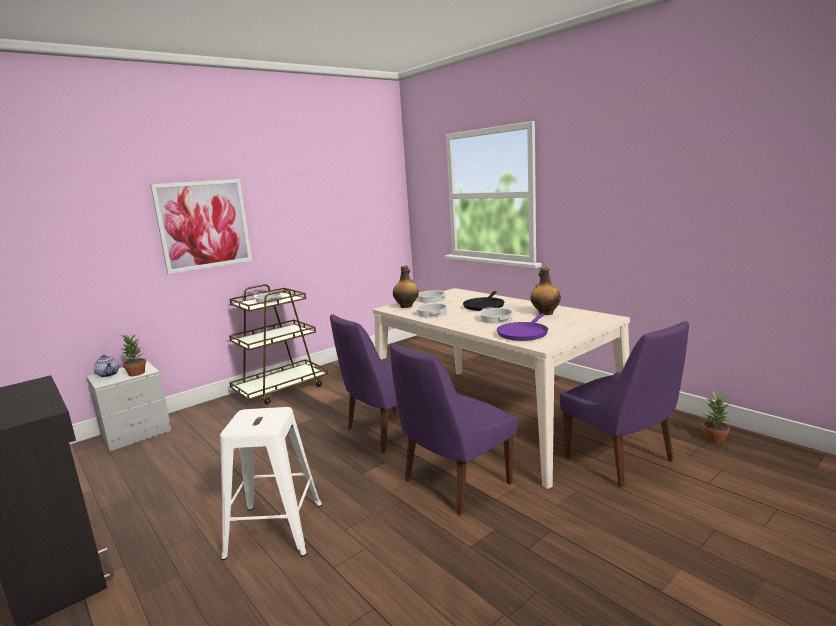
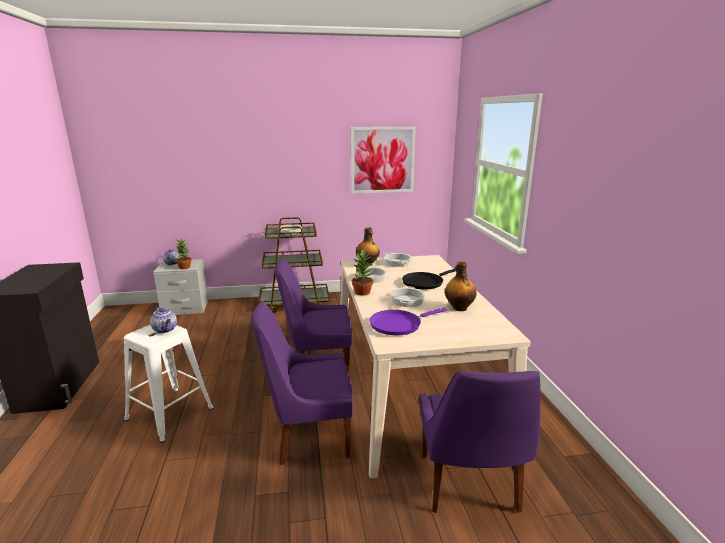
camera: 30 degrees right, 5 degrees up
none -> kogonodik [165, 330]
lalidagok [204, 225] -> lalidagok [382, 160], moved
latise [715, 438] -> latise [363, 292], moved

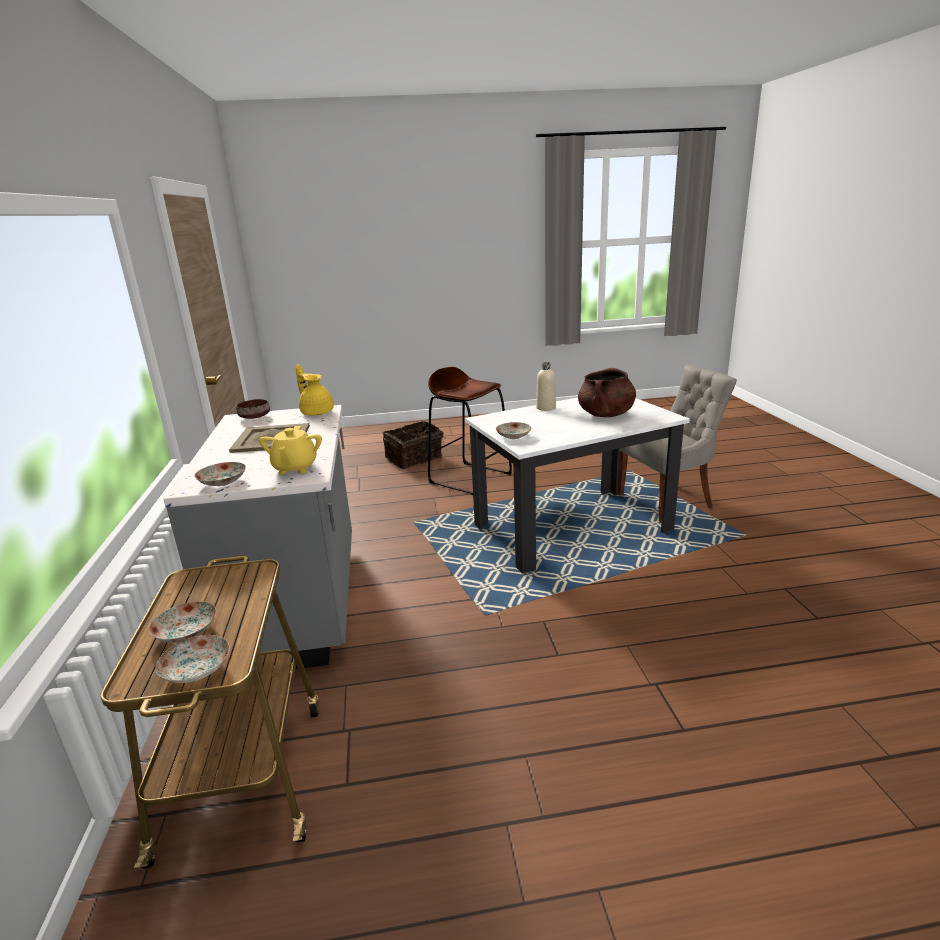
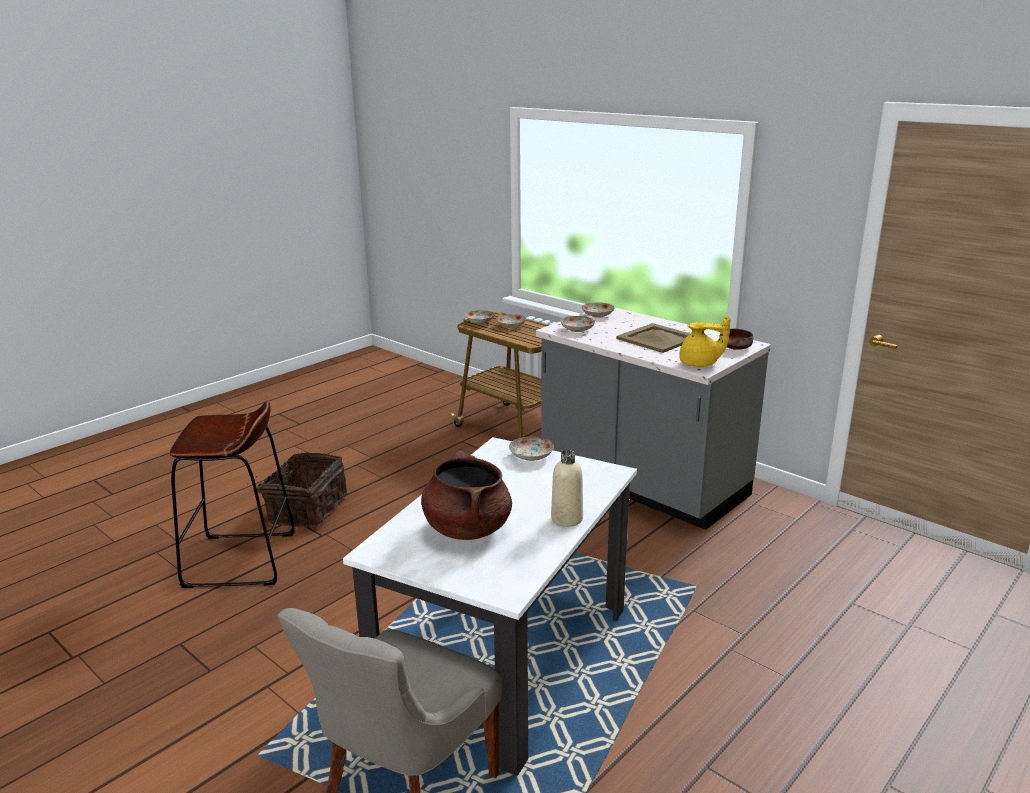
camera: 140 degrees right, 0 degrees up
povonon [415, 458] -> povonon [306, 509], moved
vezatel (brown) [470, 478] -> vezatel (brown) [241, 560], moved
kogonodik (yellow) [295, 468] -> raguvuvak [578, 329]

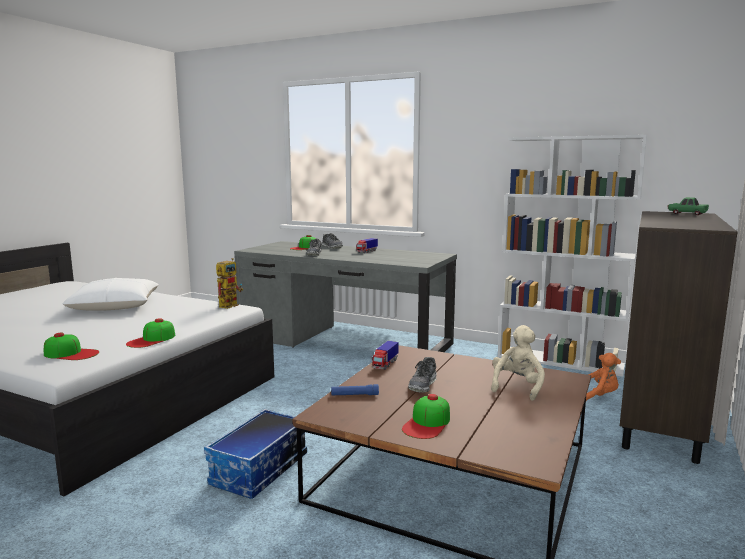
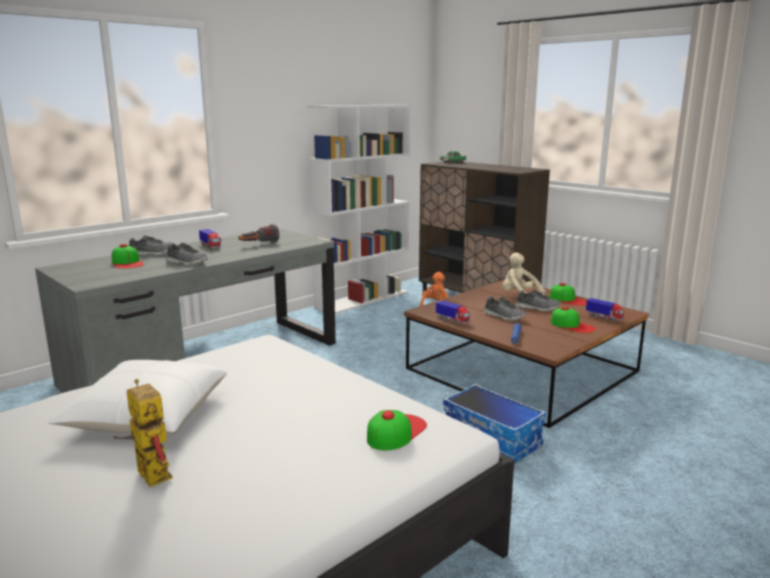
camera: 70 degrees left, 5 degrees up
none -> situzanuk [258, 244]
none -> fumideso [537, 308]
none -> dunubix [604, 318]
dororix [151, 339] -> dororix [568, 299], moved
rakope [230, 305] -> rakope [147, 472], moved

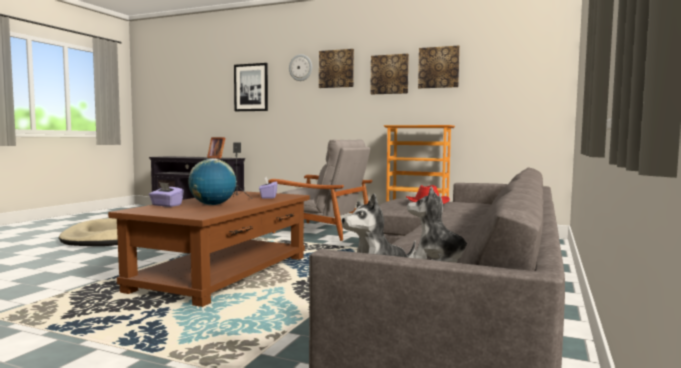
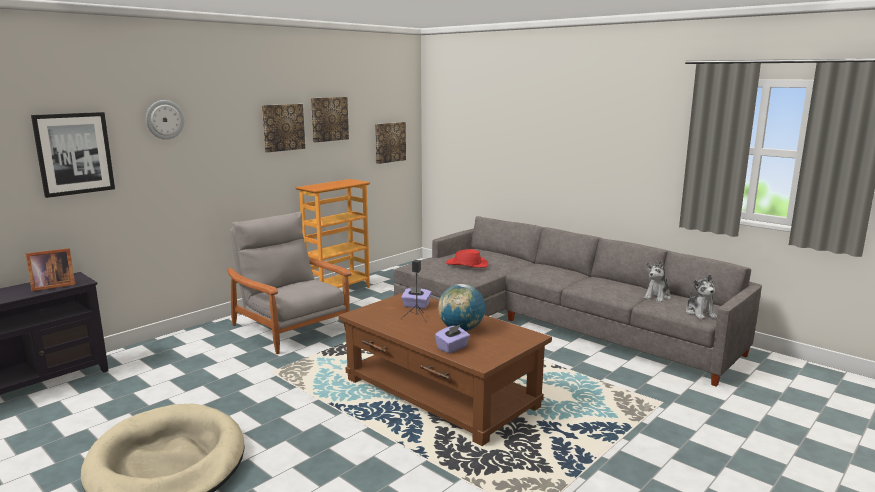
camera: 70 degrees left, 10 degrees up
lalidagok [336, 69] -> lalidagok [389, 142], moved
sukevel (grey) [321, 231] -> sukevel (grey) [291, 328], 90 degrees counterclockwise

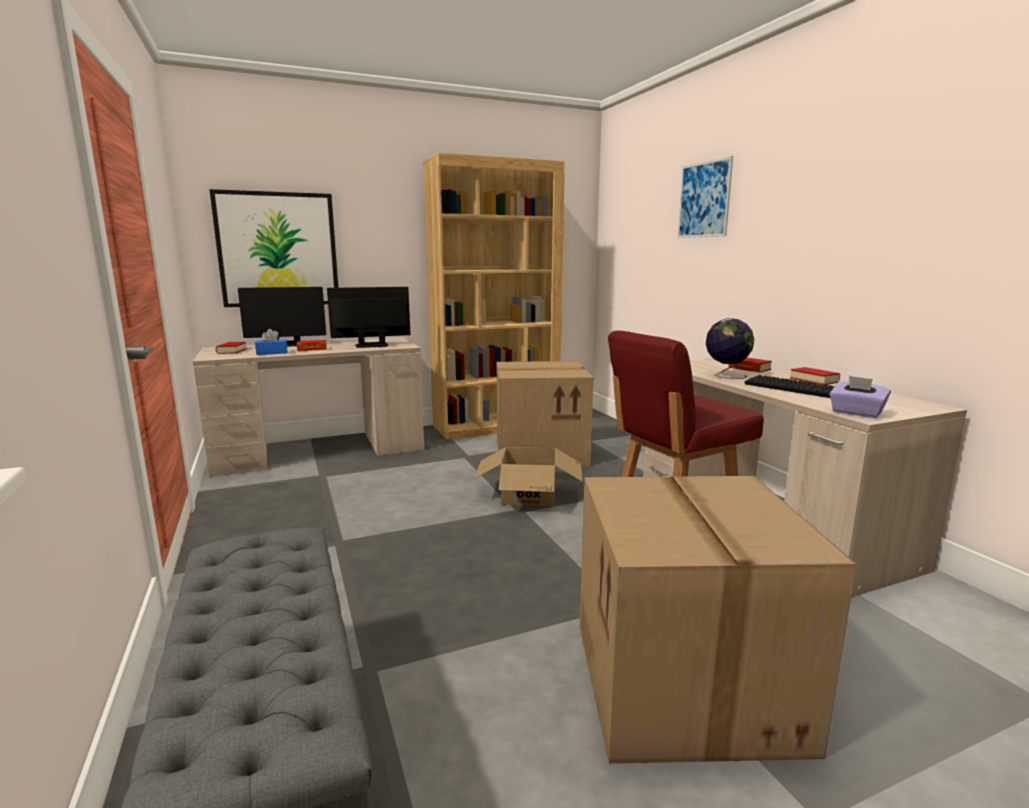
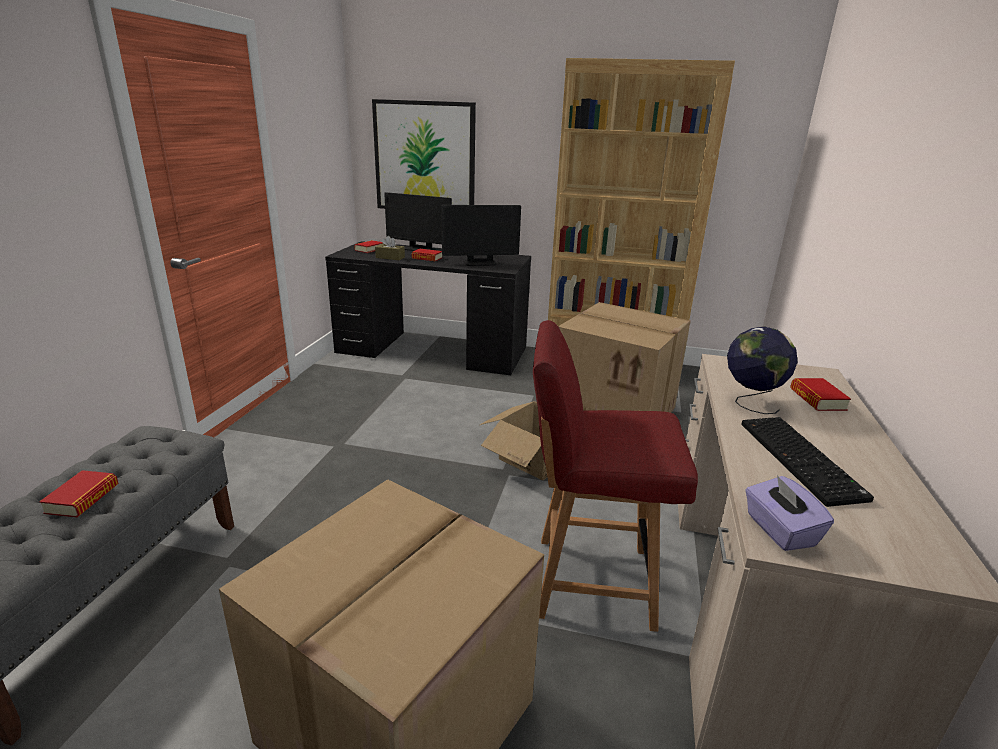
camera: 35 degrees right, 10 degrees up
lalidagok [704, 199] -> none
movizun [814, 380] -> movizun [82, 499], moved
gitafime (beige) [321, 450] -> gitafime (black) [432, 350]
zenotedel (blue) [272, 353] -> zenotedel (brown) [390, 257]
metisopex [372, 345] -> metisopex [480, 263], 150 degrees clockwise

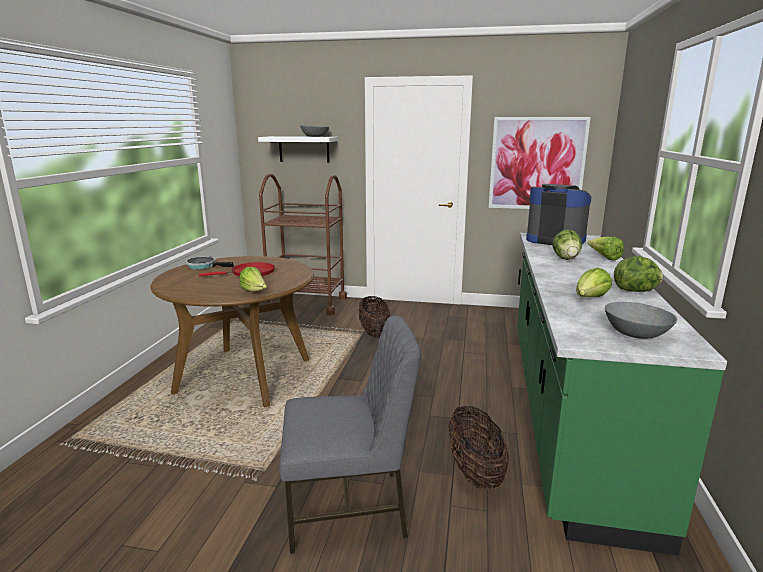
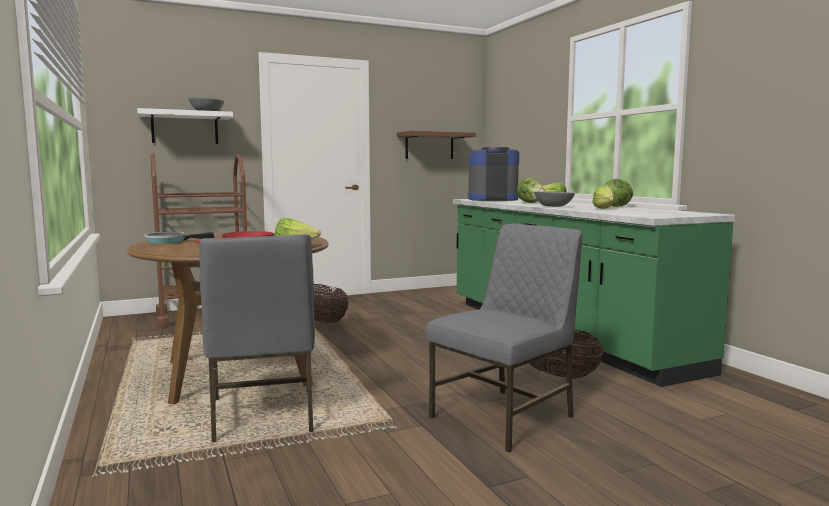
camera: 35 degrees left, 10 degrees down
none -> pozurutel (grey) [262, 416]
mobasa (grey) [635, 334] -> mobasa (grey) [553, 206], moved
lalidagok [537, 164] -> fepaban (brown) [429, 146]

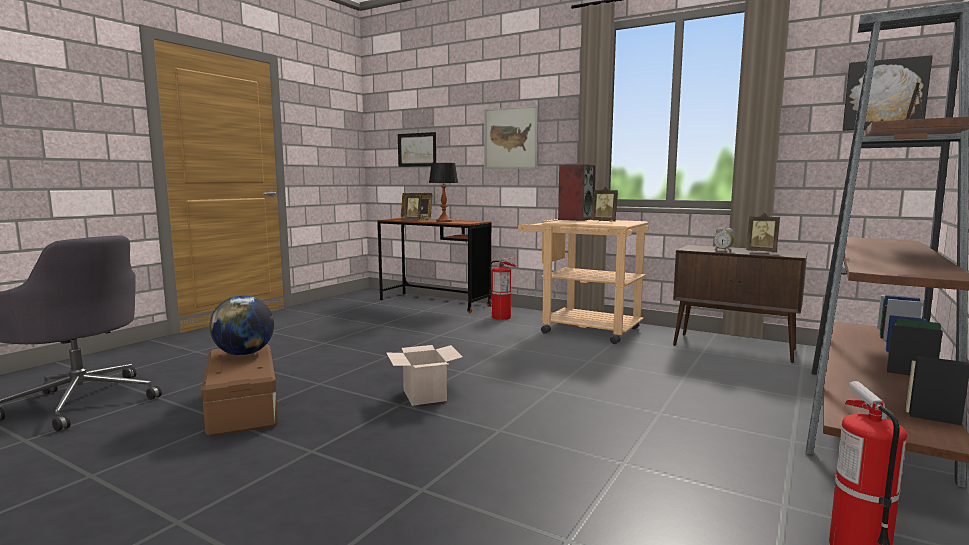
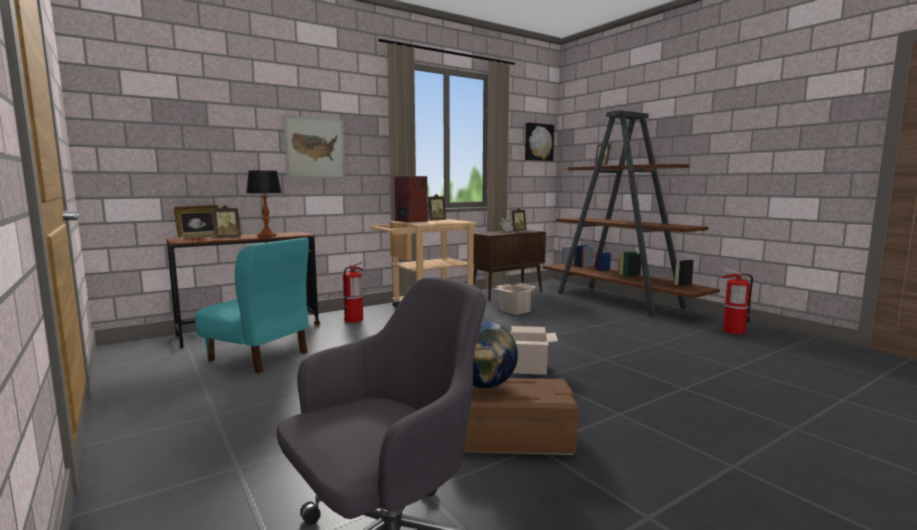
camera: 65 degrees left, 0 degrees up
lalidagok [417, 149] -> none
none -> pozurutel (turquoise) [259, 356]
none -> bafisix [513, 310]

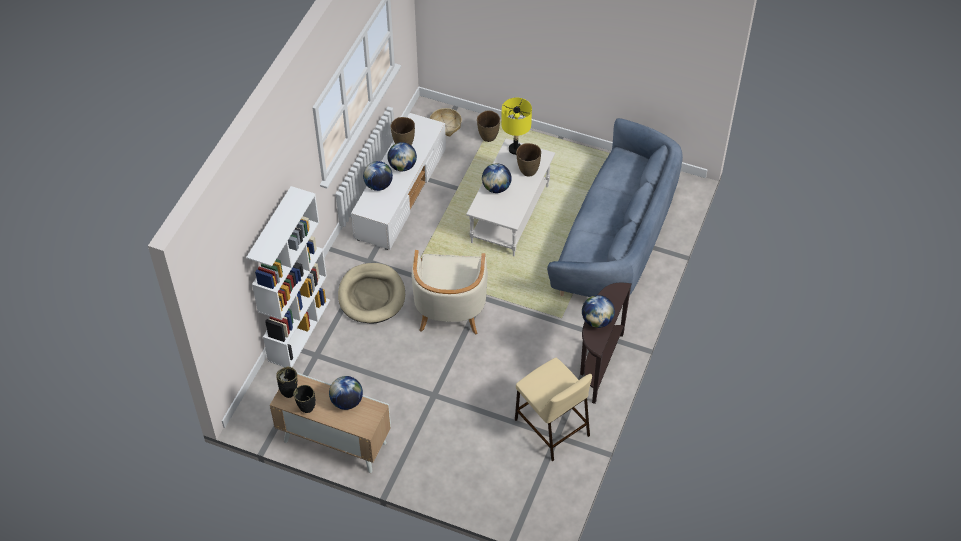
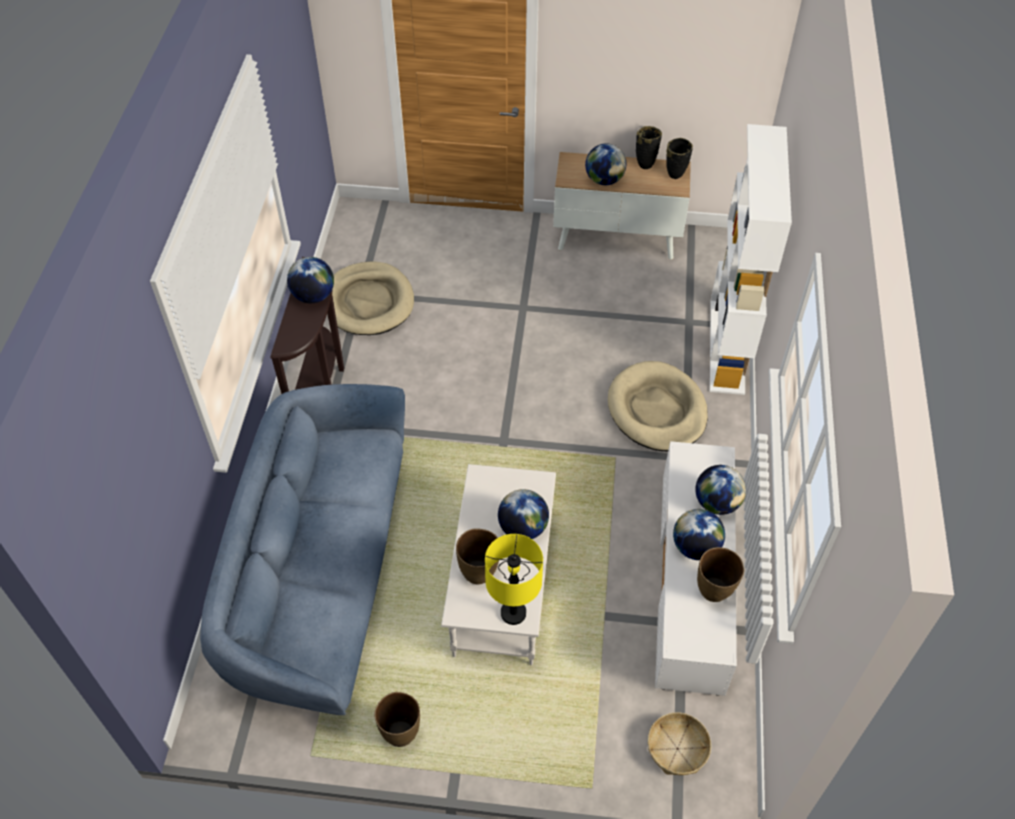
camera: 165 degrees right, 0 degrees up
sukevel (beige) [450, 308] -> none
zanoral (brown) [488, 137] -> zanoral (brown) [400, 733], moved
vezatel (beige) [551, 427] -> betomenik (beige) [369, 302]

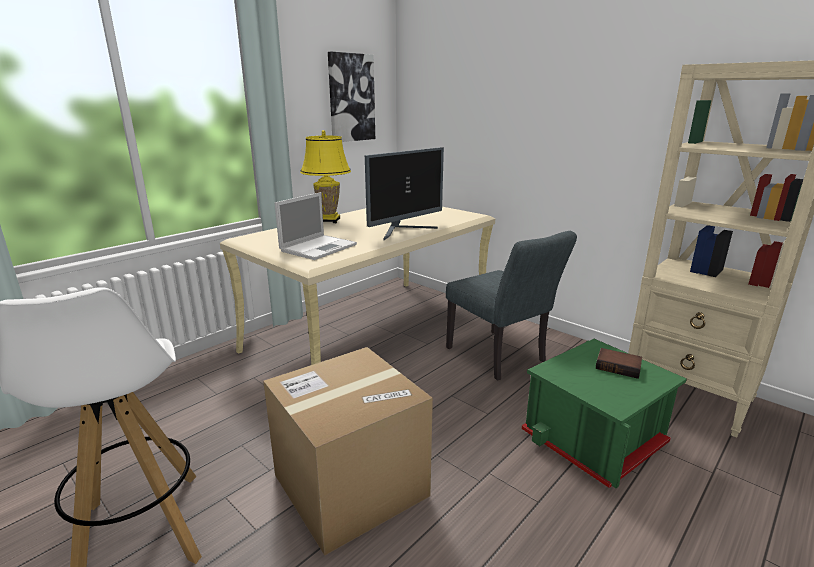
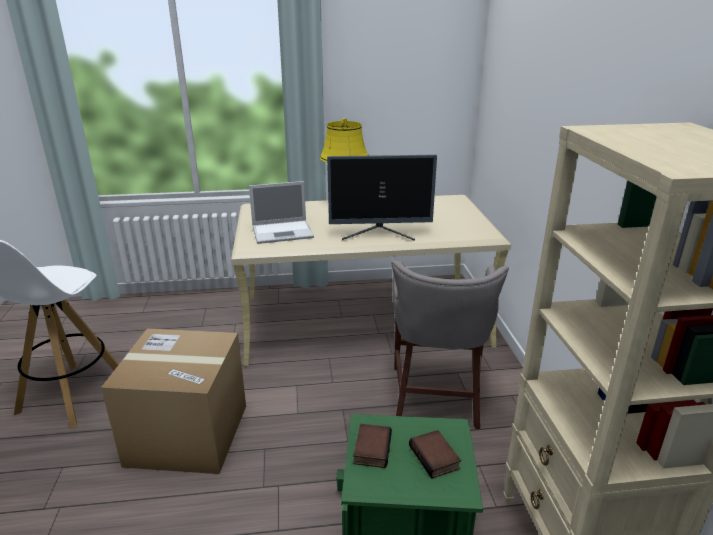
camera: 40 degrees right, 5 degrees up
lalidagok [351, 98] -> none
none -> movizun [371, 448]
pozurutel (grey) [500, 357] -> vezatel (grey) [436, 398]

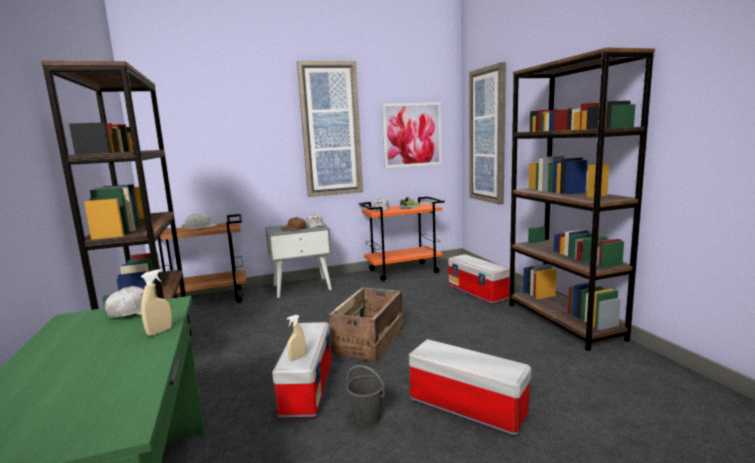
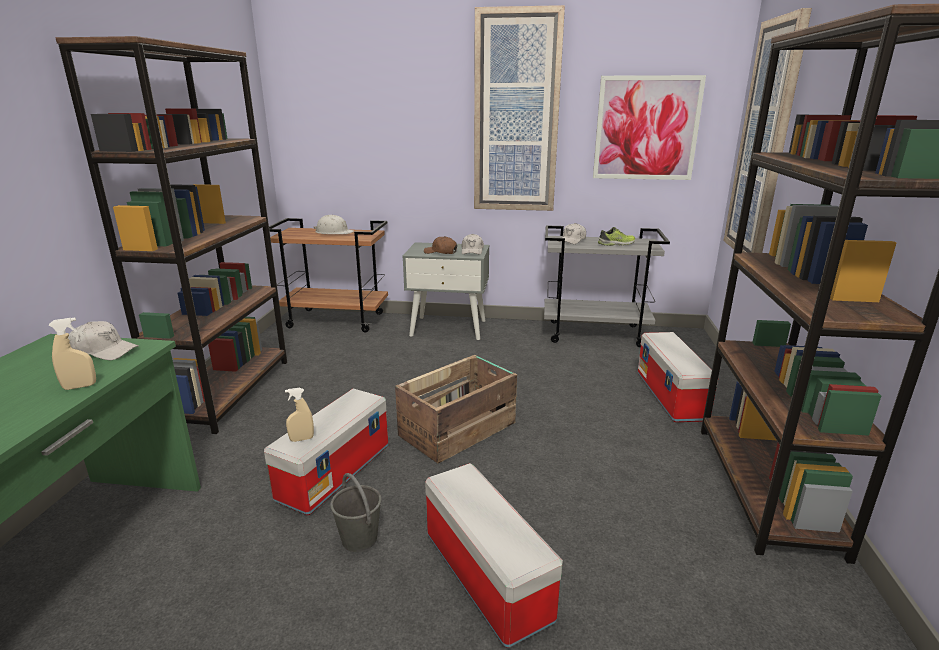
camera: 25 degrees right, 10 degrees up
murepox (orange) [404, 271] -> murepox (grey) [595, 334]

